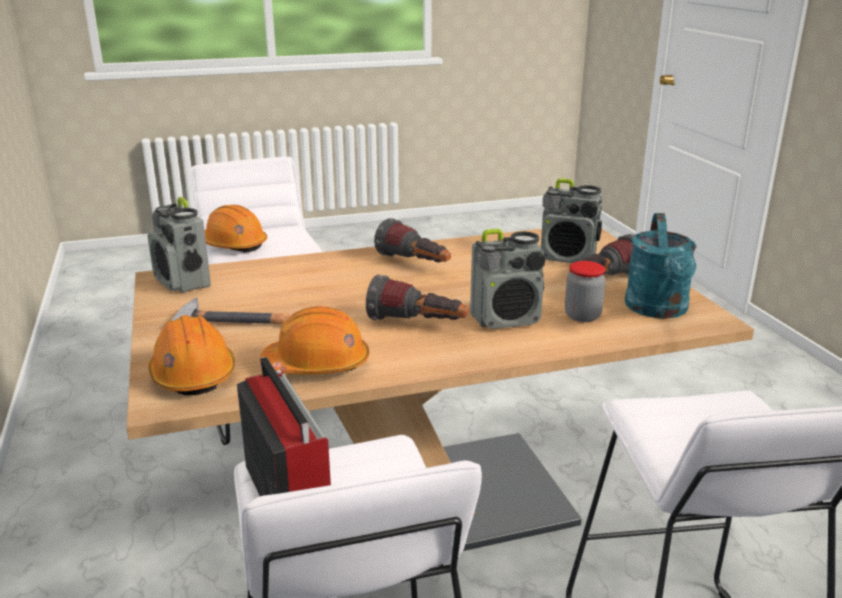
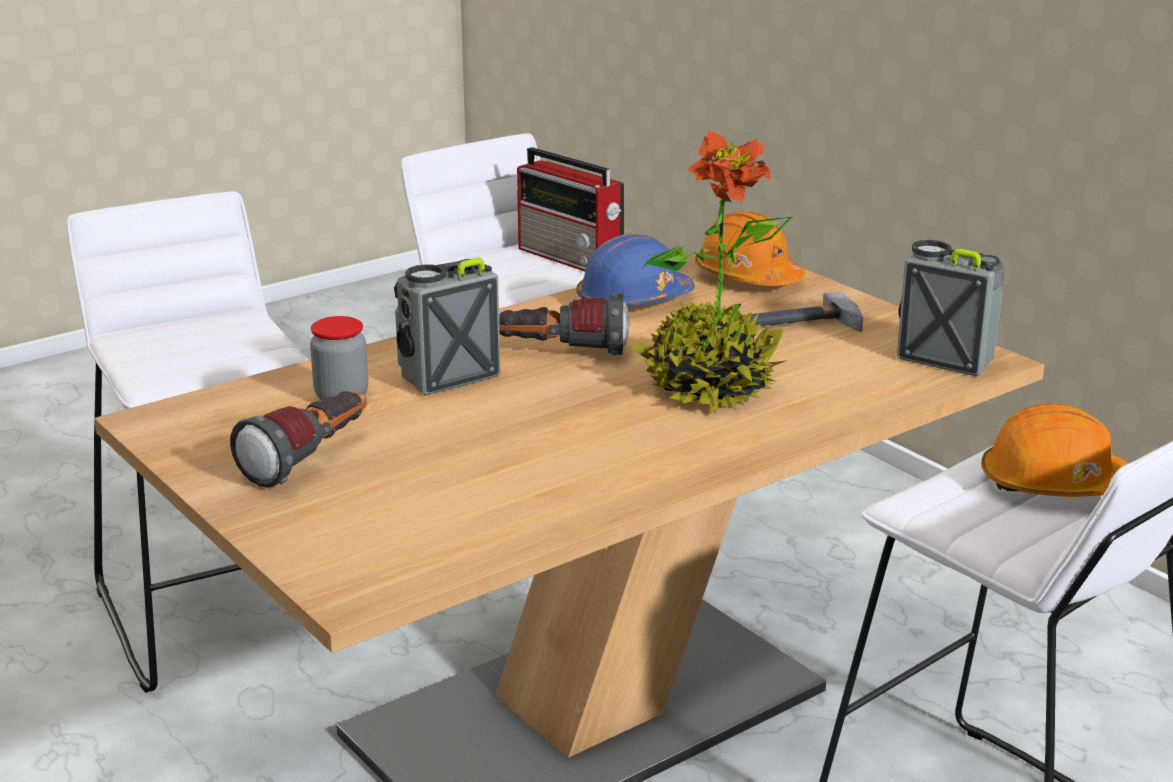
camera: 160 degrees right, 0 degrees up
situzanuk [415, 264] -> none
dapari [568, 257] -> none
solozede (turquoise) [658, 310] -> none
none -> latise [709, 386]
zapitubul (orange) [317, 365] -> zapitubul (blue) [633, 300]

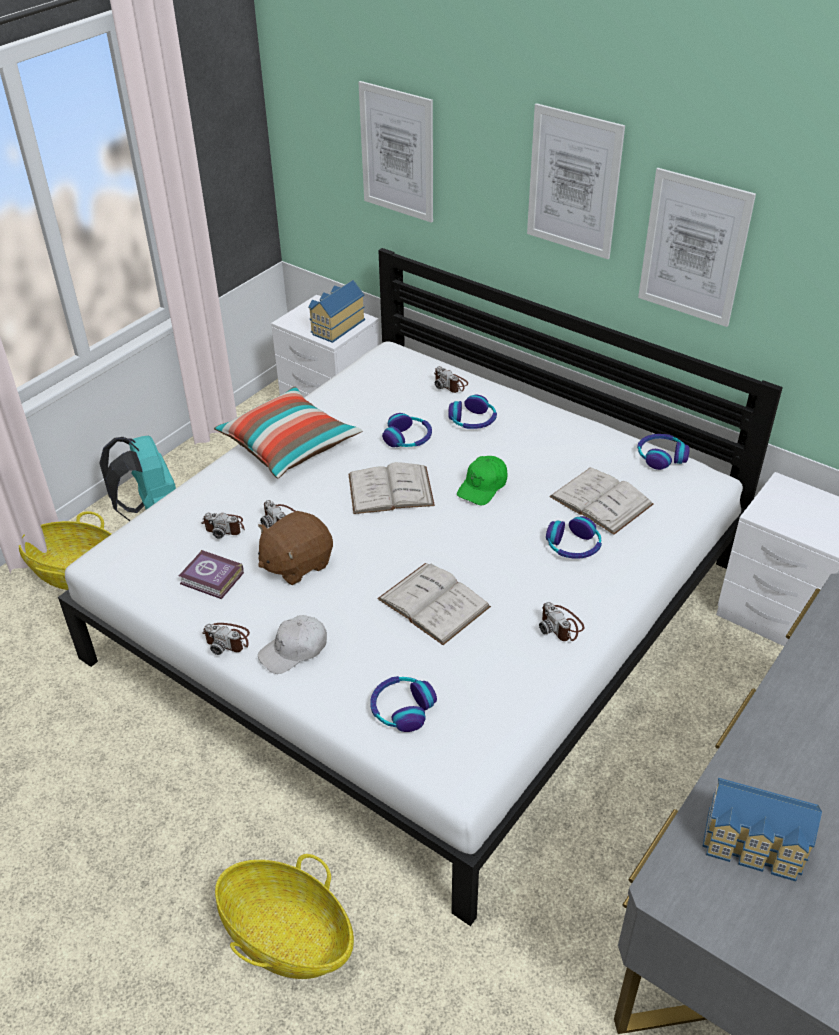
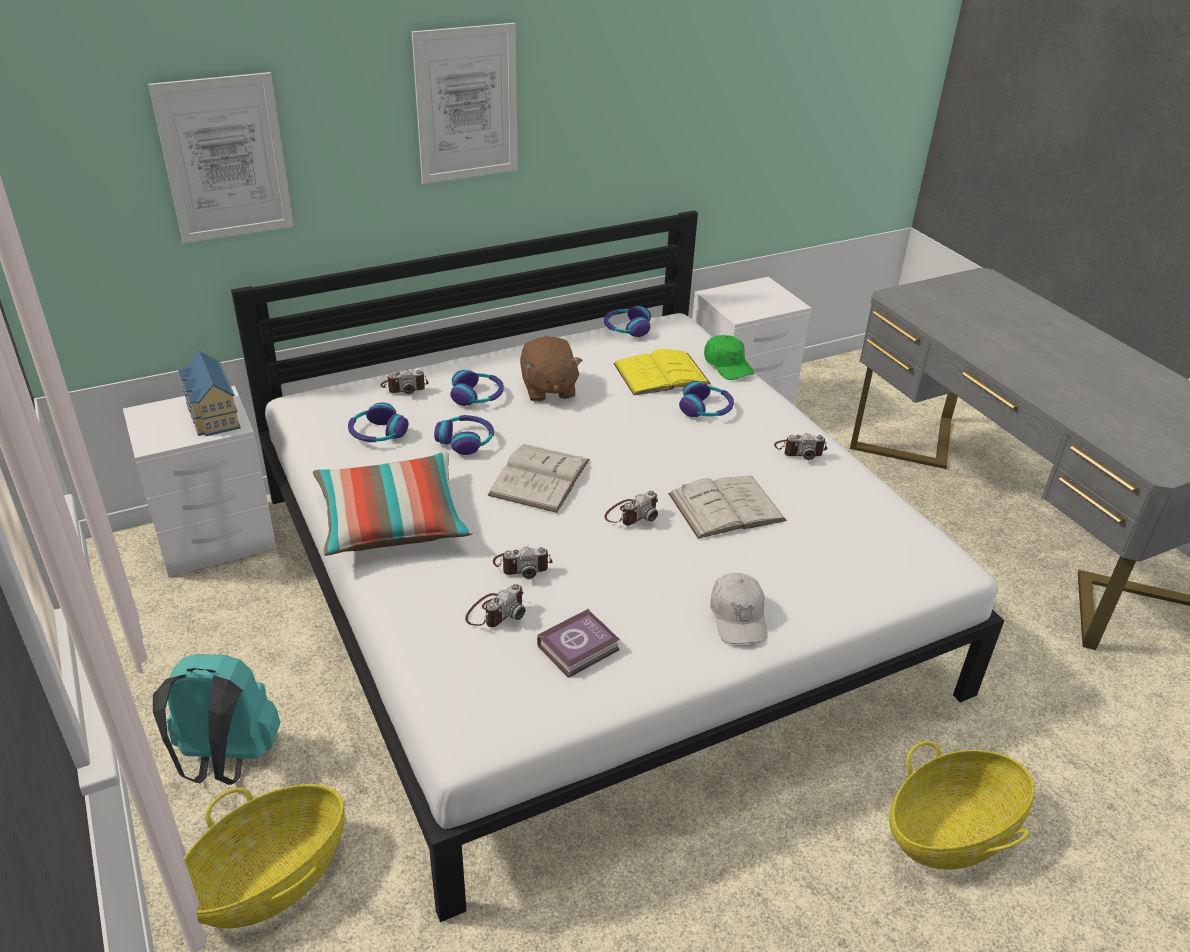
camera: 65 degrees left, 5 degrees down
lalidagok [694, 248] -> none
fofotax [754, 846] -> none
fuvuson [228, 639] -> fuvuson [631, 514], moved
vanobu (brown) [296, 564] -> vanobu (brown) [548, 389], moved
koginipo [402, 709] -> koginipo [377, 433], moved
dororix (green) [483, 486] -> dororix (green) [727, 365], moved
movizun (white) [601, 500] -> movizun (yellow) [661, 373]

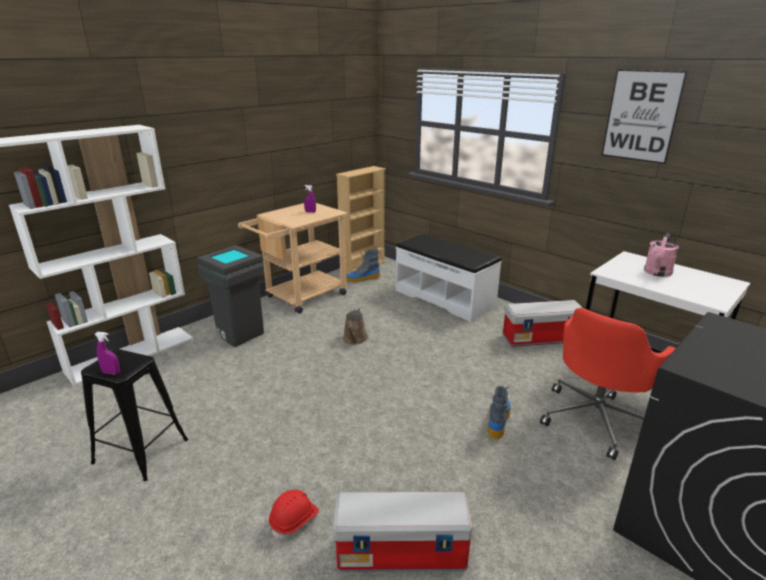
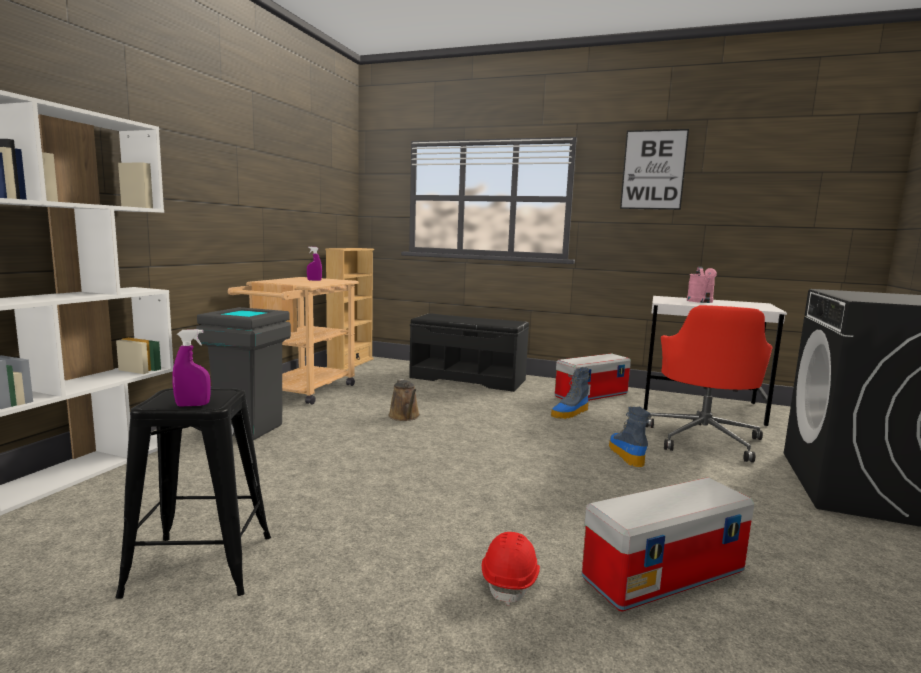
camera: 25 degrees left, 15 degrees down
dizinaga [362, 279] -> dizinaga [570, 413], moved
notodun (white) [444, 298] -> notodun (black) [468, 378]

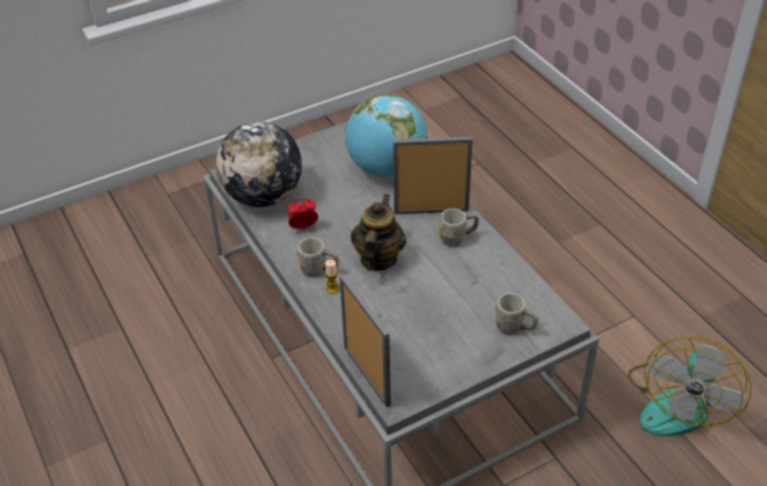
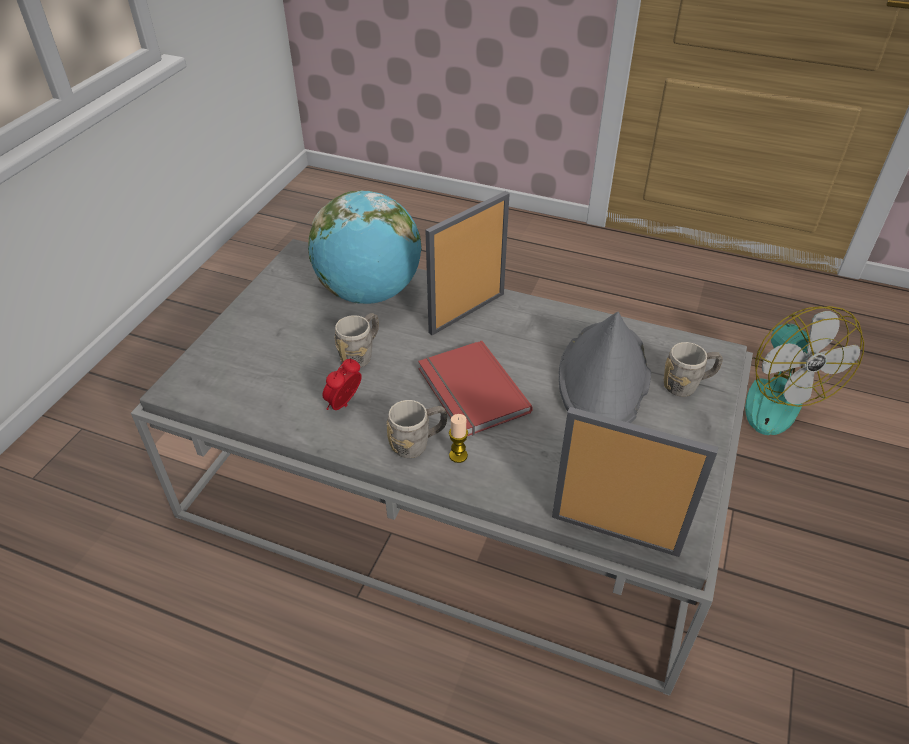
camera: 40 degrees left, 0 degrees up
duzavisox [263, 196] -> none
none -> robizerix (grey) [604, 377]
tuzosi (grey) [458, 238] -> tuzosi (grey) [361, 354], moved
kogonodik [378, 259] -> movizun (red) [470, 392]

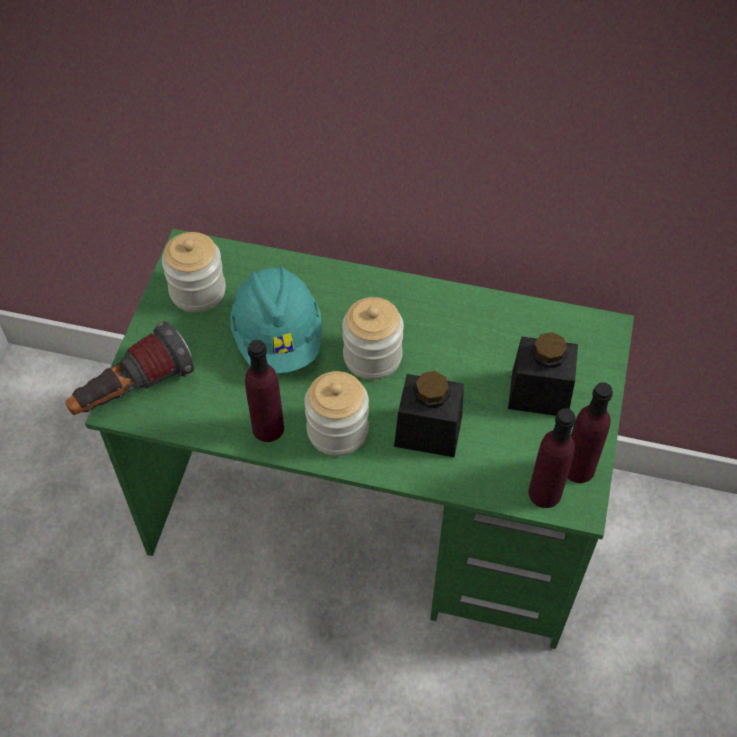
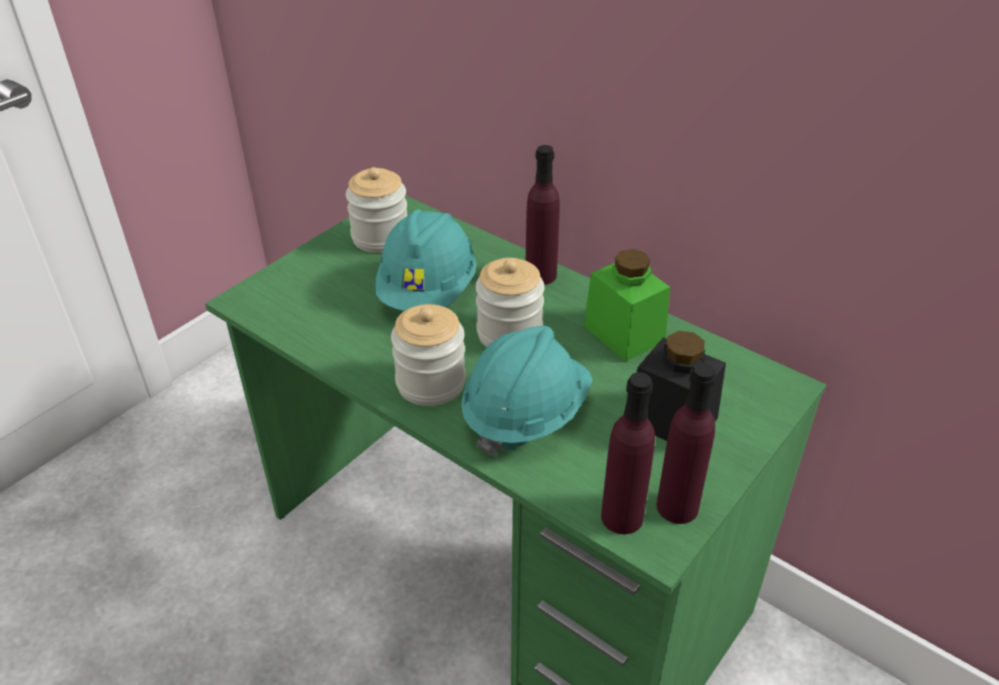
camera: 25 degrees right, 15 degrees down
situzanuk [133, 391] -> none
none -> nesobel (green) [624, 334]
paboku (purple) [268, 428] -> paboku (purple) [541, 275], moved
nesobel (black) [428, 431] -> zapitubul (turquoise) [525, 414]

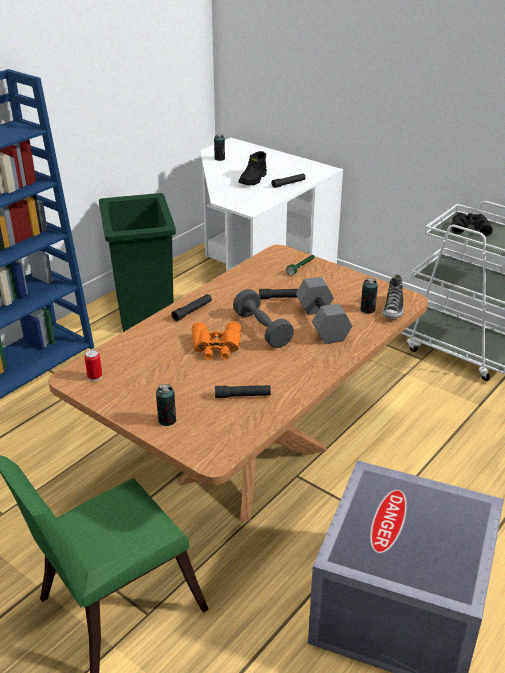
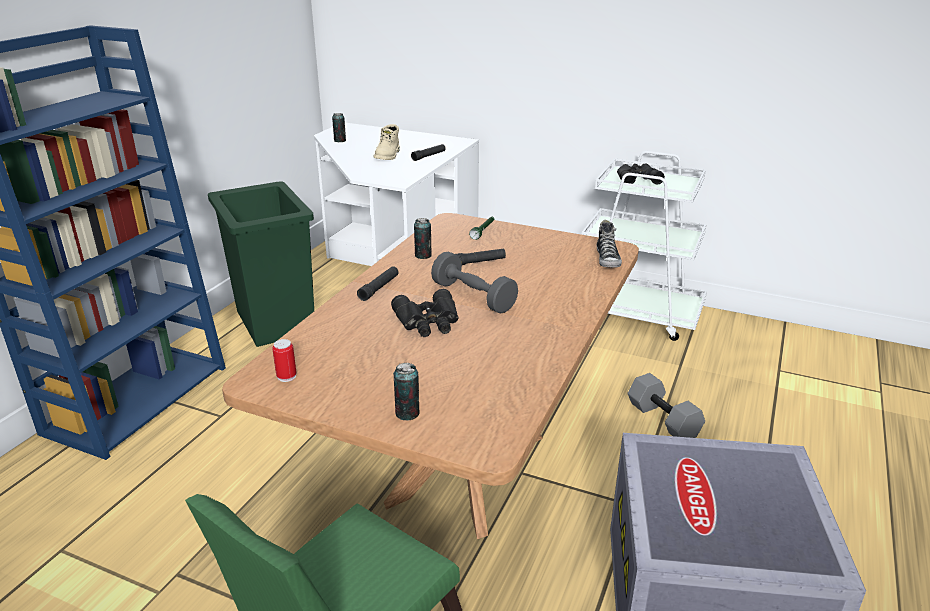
camera: 15 degrees left, 5 degrees down
situzanuk (black) [242, 396] -> none
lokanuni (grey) [321, 323] -> lokanuni (grey) [661, 420], moved
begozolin [367, 310] -> begozolin [423, 255], moved
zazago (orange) [216, 347] -> zazago (black) [428, 322]
dizinaga (black) [253, 180] -> dizinaga (beige) [388, 156]

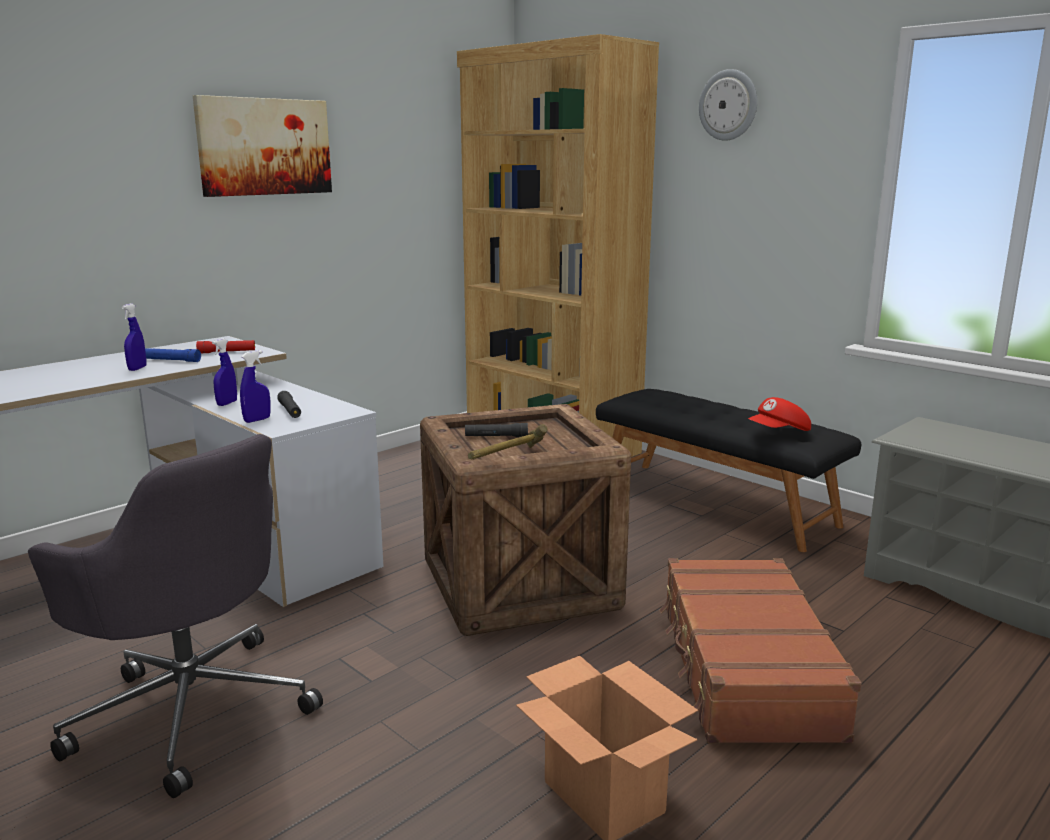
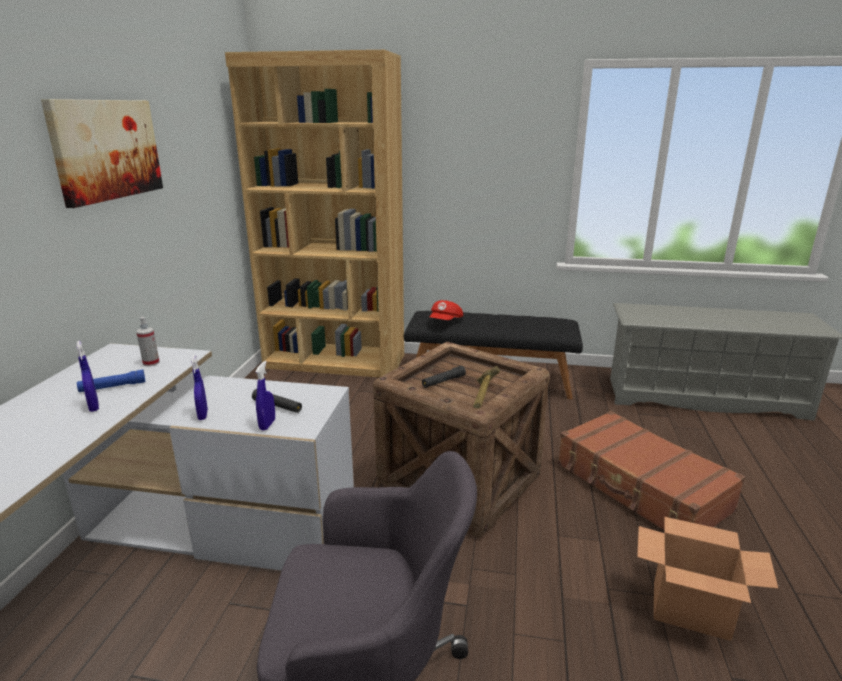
camera: 35 degrees left, 5 degrees up
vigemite [728, 105] -> none
dororix (red) [779, 433] -> dororix (red) [446, 322], moved
situzanuk (red) [227, 352] -> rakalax [151, 363]

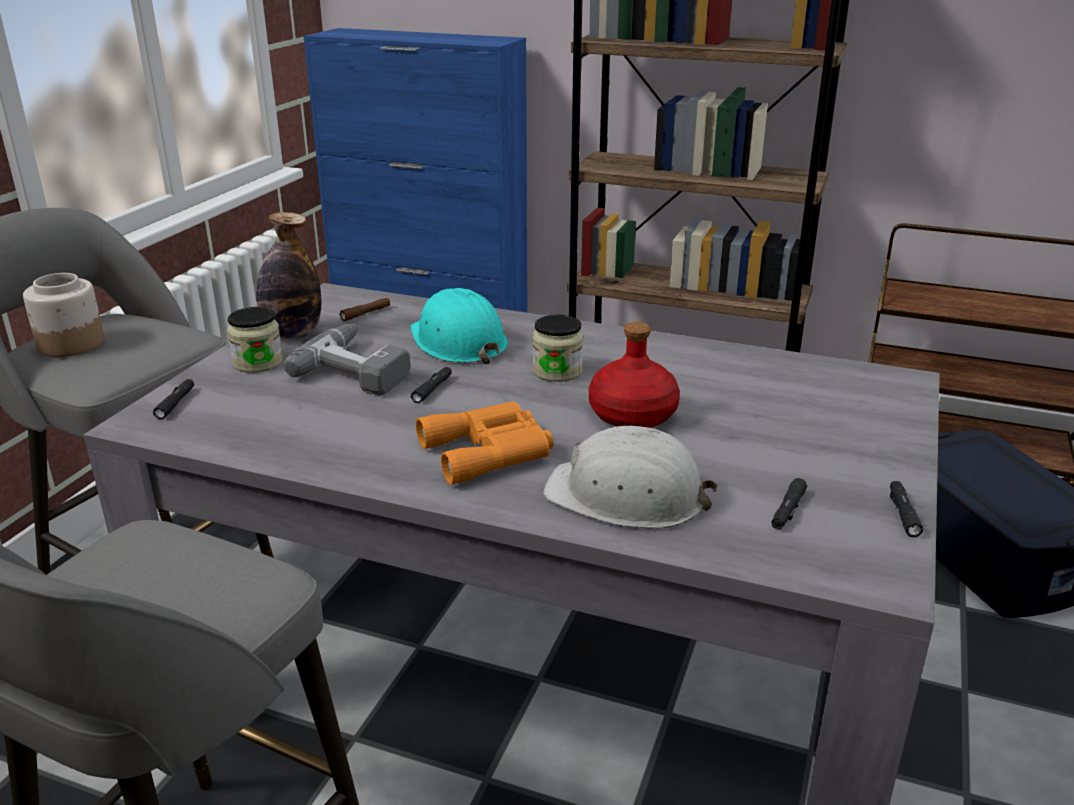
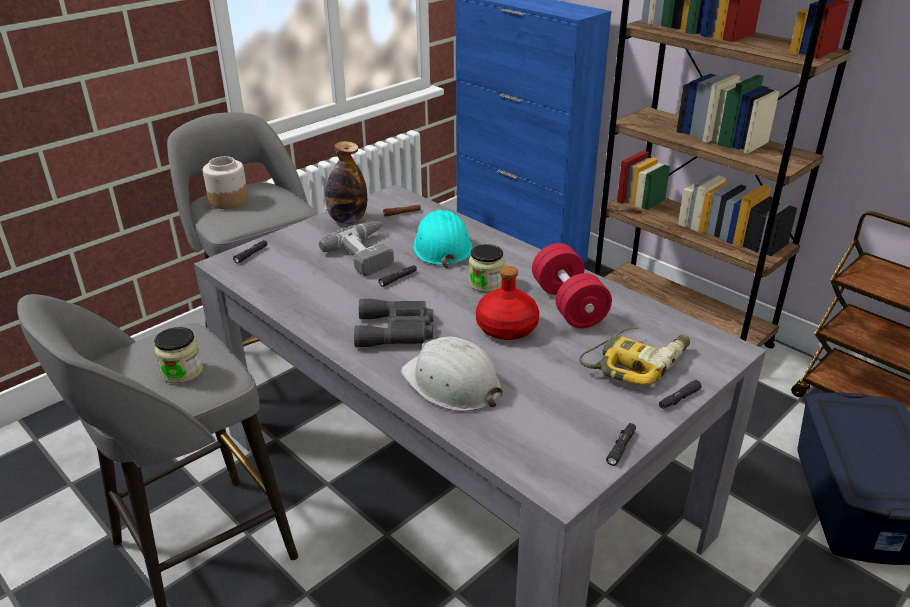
camera: 25 degrees right, 5 degrees up
none -> lokanuni (red) [568, 305]
none -> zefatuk [636, 362]
nesobel [258, 363] -> nesobel [182, 371], moved
situzanuk (black) [788, 510] -> situzanuk (black) [679, 399], moved
zazago (orange) [490, 451] -> zazago (grey) [397, 330]

